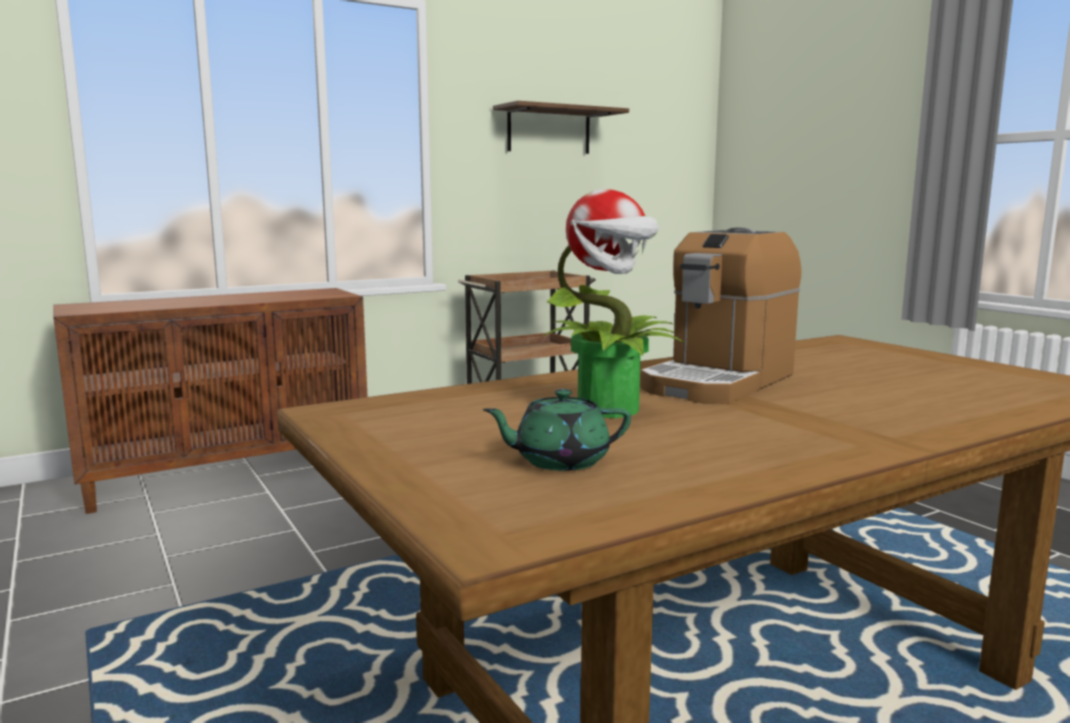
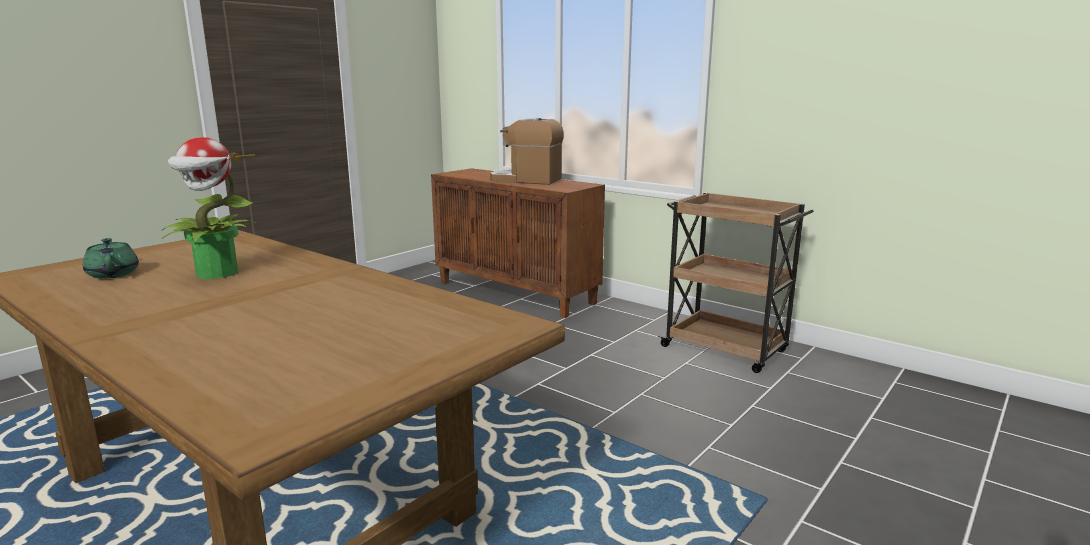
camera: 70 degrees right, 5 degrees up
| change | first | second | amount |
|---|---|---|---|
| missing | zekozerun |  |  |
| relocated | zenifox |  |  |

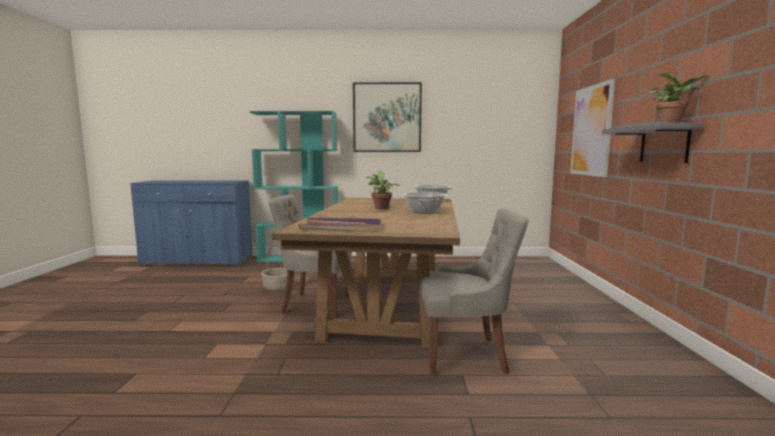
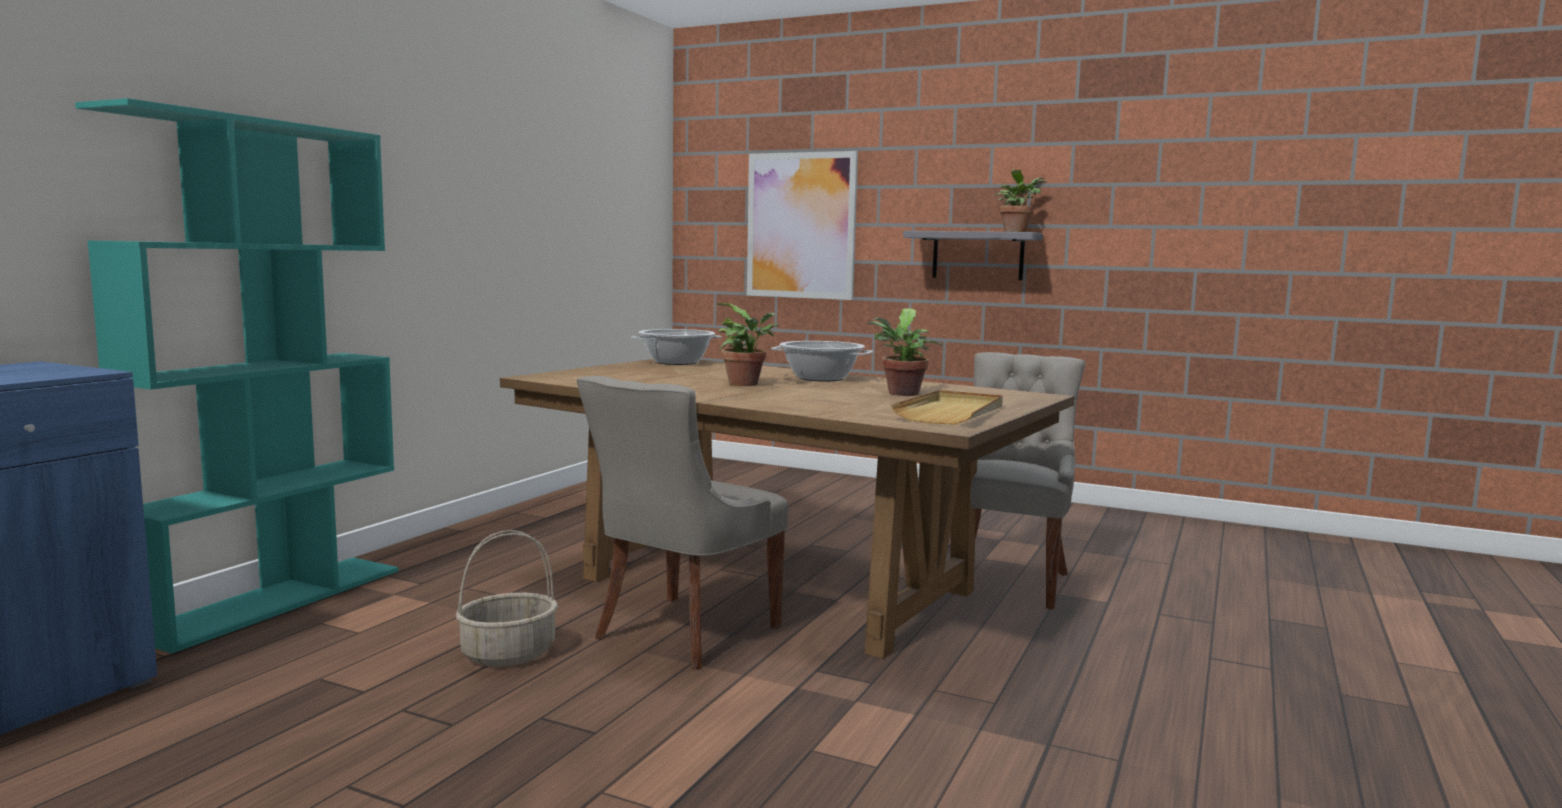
camera: 65 degrees left, 0 degrees up
| change | first | second | amount |
|---|---|---|---|
| missing | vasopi (no. 1 from left) |  |  |
| colour | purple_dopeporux | beige_dopeporux |  |
| appeared |  | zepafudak (no. 2 from left) |  |

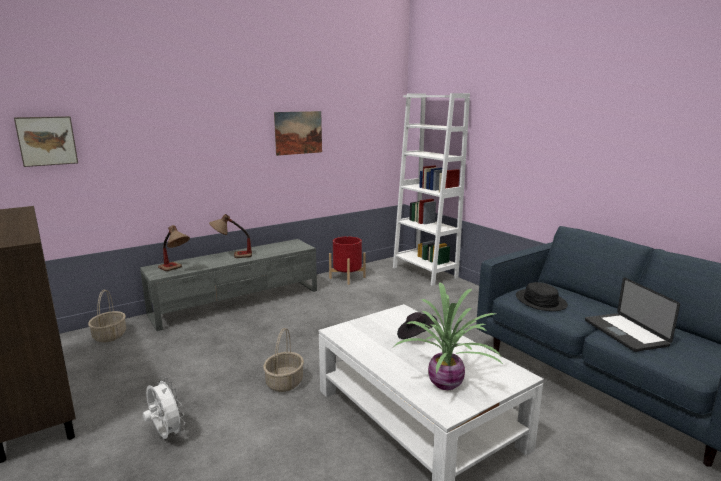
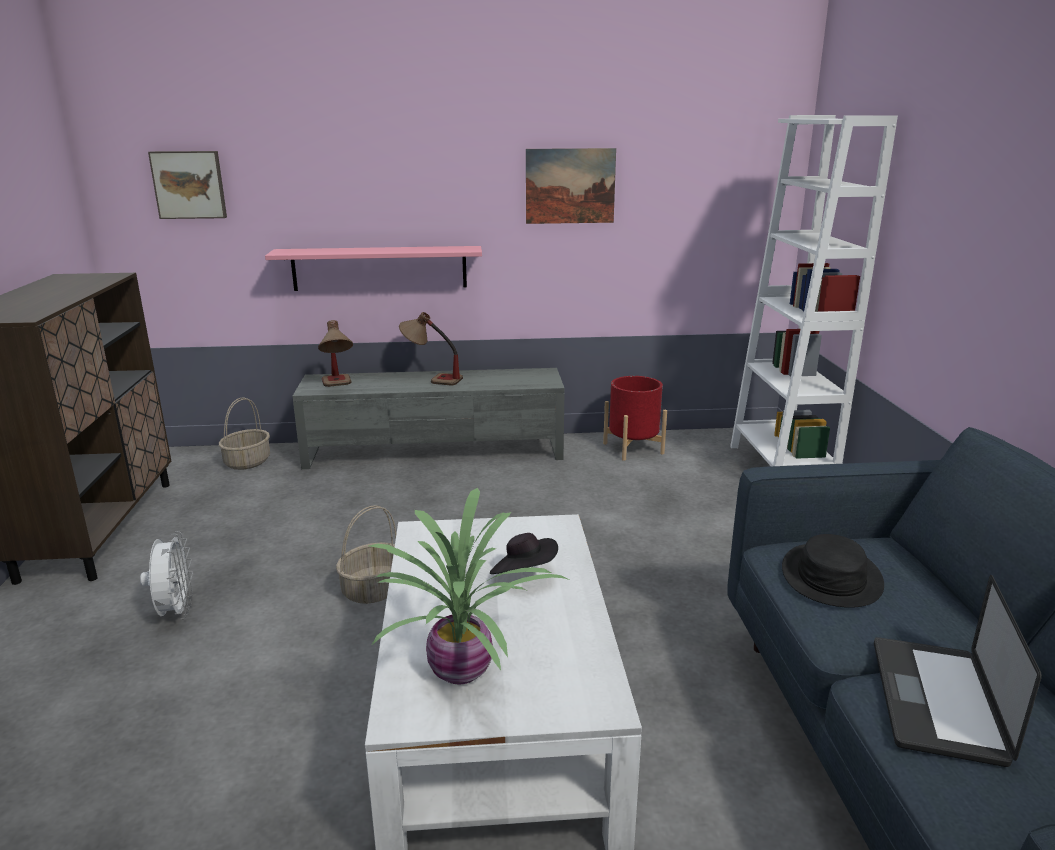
camera: 30 degrees right, 5 degrees up
| change | first | second | amount |
|---|---|---|---|
| appeared |  | pink_zekozerun |  |

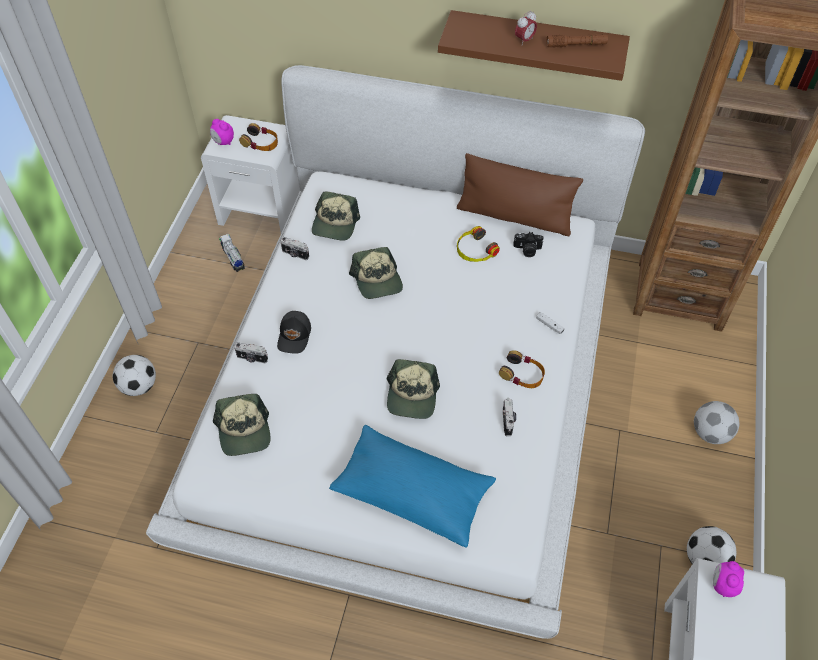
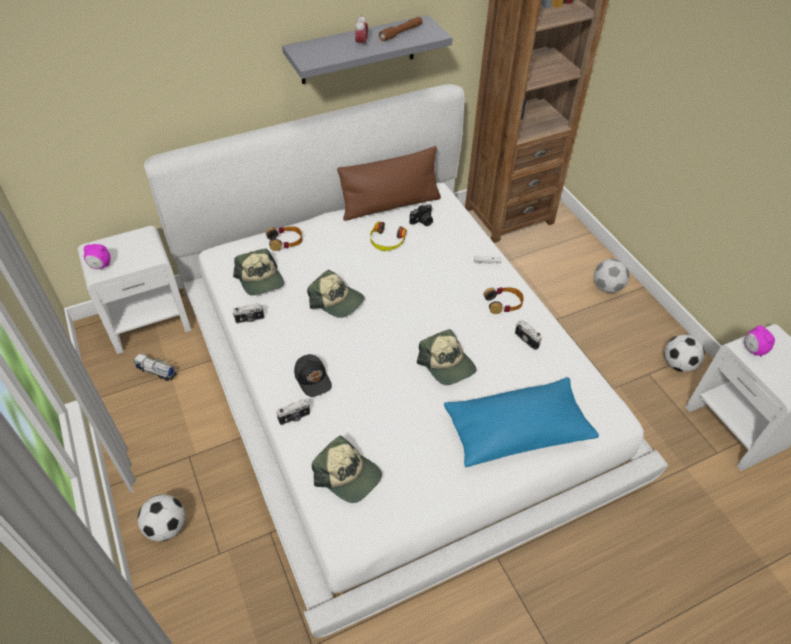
camera: 40 degrees left, 5 degrees down
| change | first | second | amount |
|---|---|---|---|
| colour | brown_zekozerun | grey_zekozerun |  |
| relocated | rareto (no. 1 from left) |  |  |

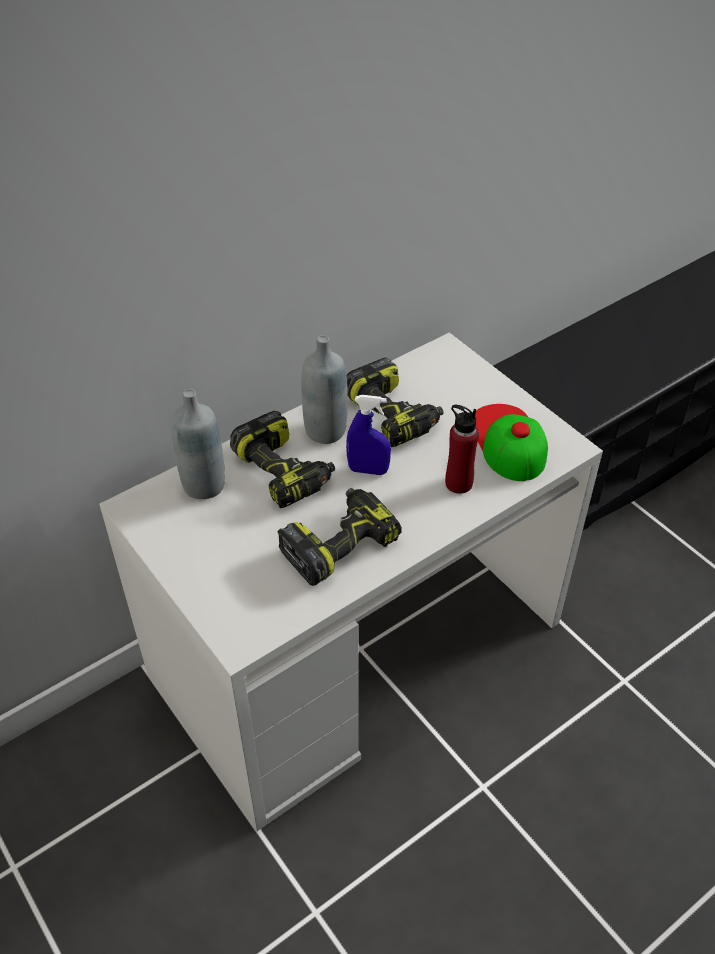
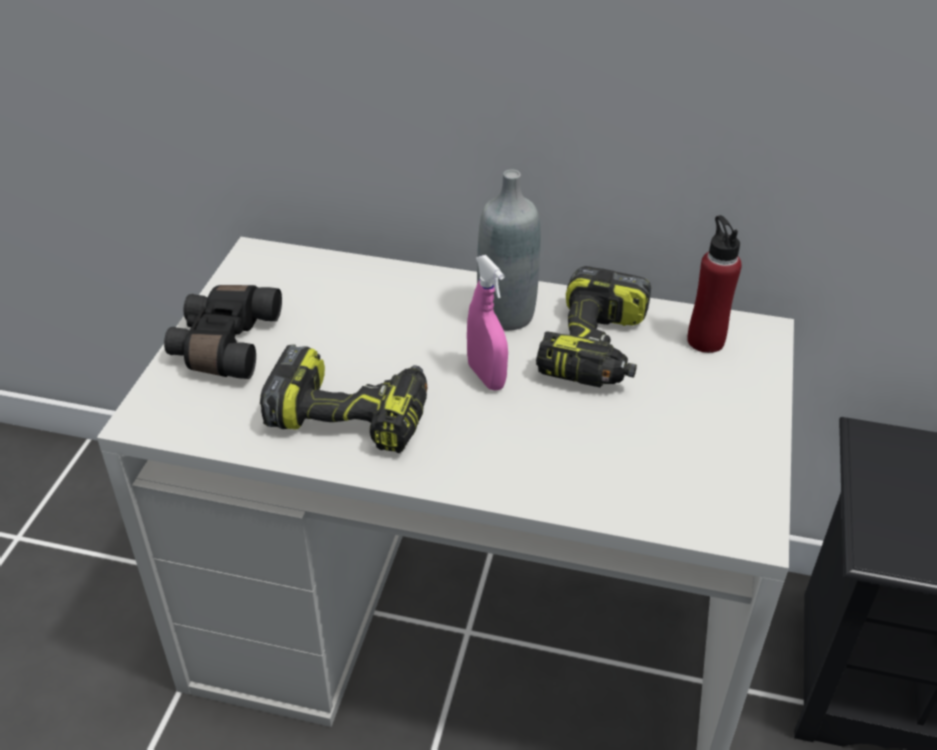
camera: 50 degrees right, 5 degrees down
| change | first | second | amount |
|---|---|---|---|
| missing | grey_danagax (no. 1 from left) |  |  |
| colour | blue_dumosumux | pink_dumosumux |  |
| missing | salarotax |  |  |
| relocated | red_danagax |  |  |
| missing | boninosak (no. 1 from left) |  |  |
| appeared |  | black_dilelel |  |

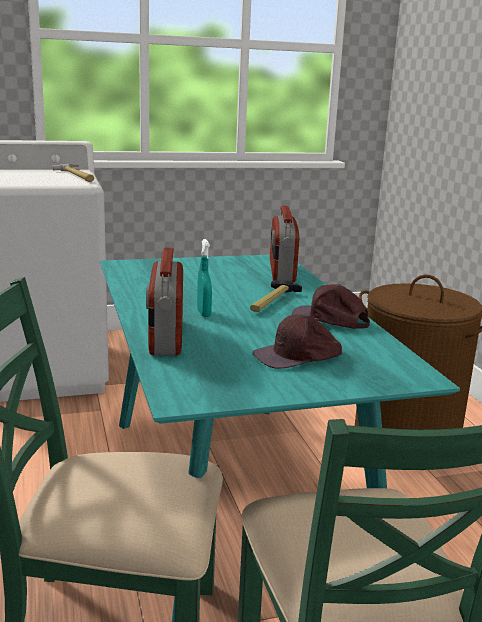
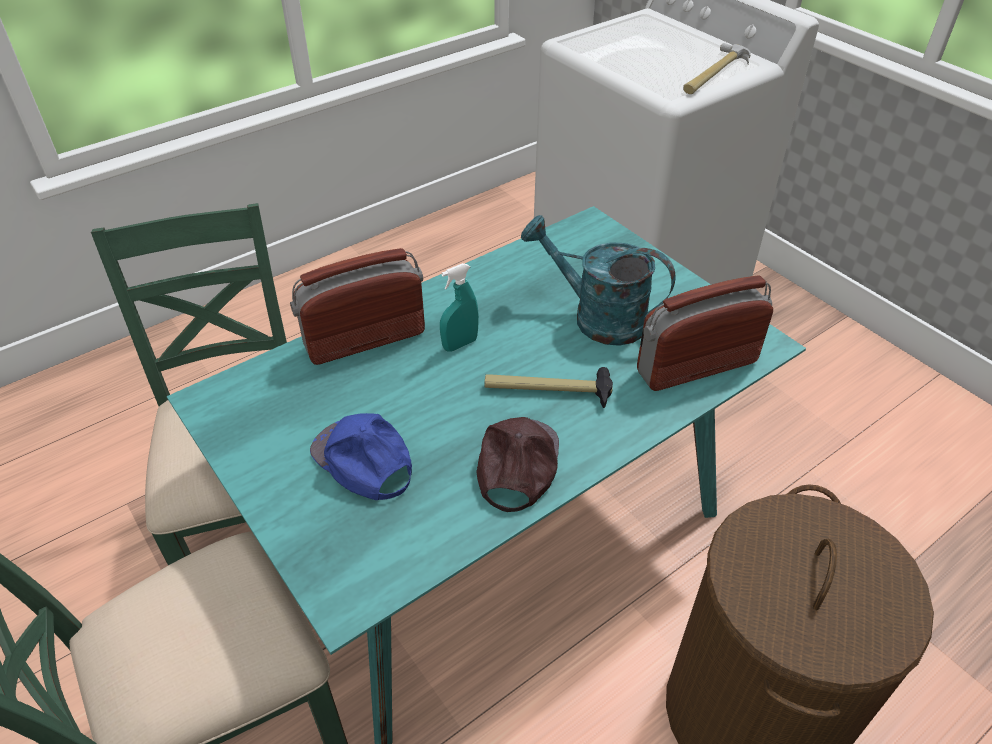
camera: 70 degrees right, 25 degrees up
| change | first | second | amount |
|---|---|---|---|
| colour | brown_salarotax (no. 1 from left) | blue_salarotax |  |
| appeared |  | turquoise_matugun |  |

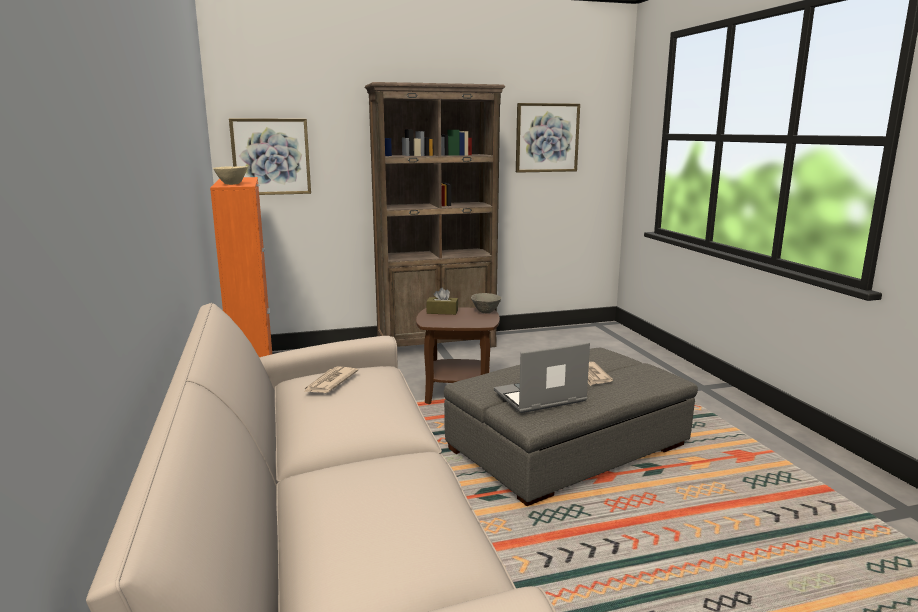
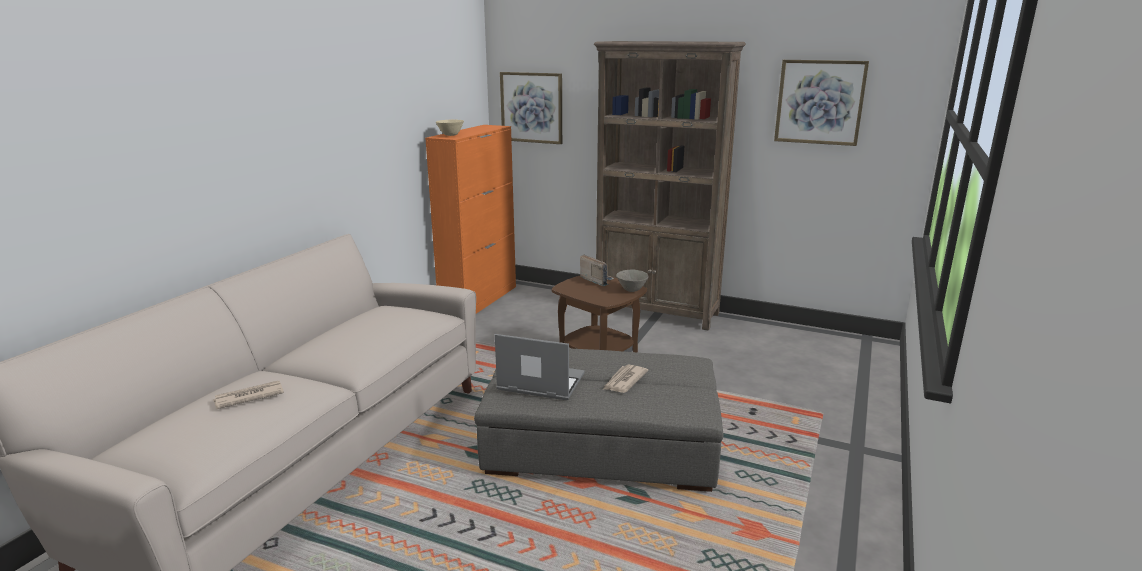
camera: 40 degrees right, 5 degrees up
| change | first | second | amount |
|---|---|---|---|
| exchanged | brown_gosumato | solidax |  |
| relocated | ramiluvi (no. 1 from left) |  |  |

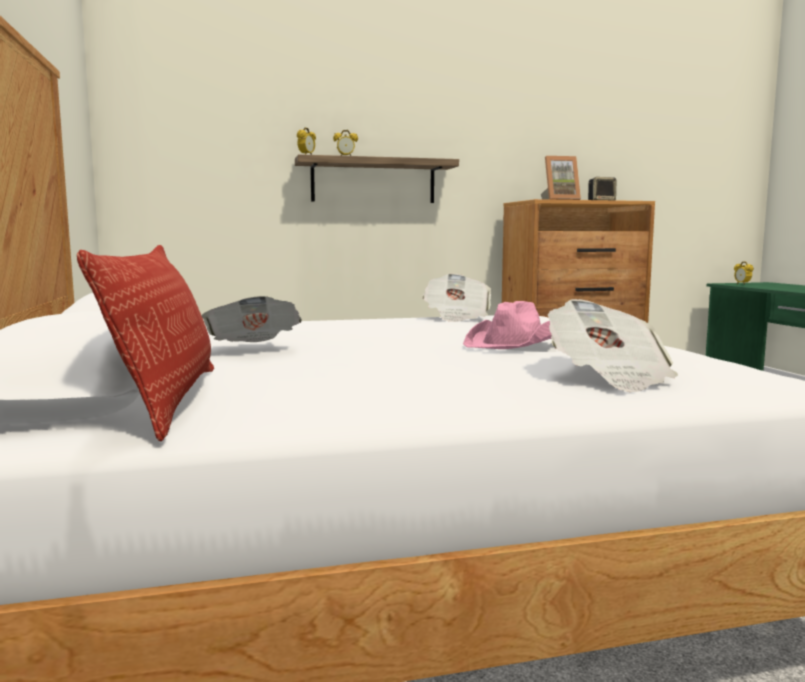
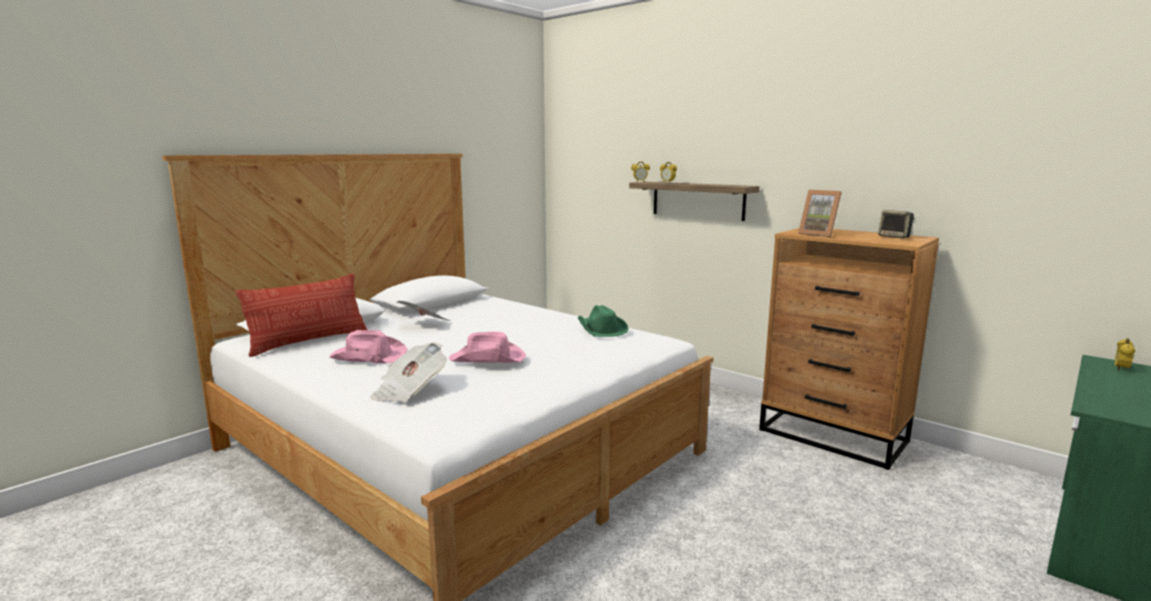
camera: 55 degrees right, 5 degrees up
| change | first | second | amount |
|---|---|---|---|
| exchanged | ramiluvi (no. 2 from left) | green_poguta |  |
| appeared |  | pink_poguta (no. 1 from left) |  |

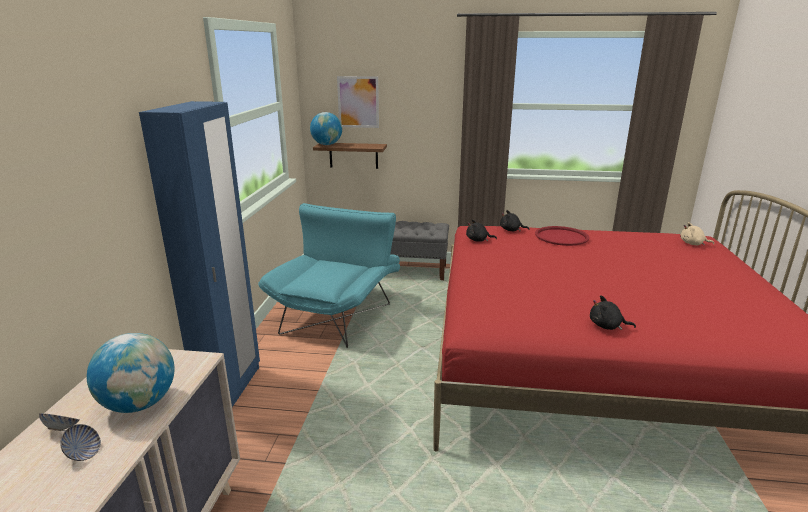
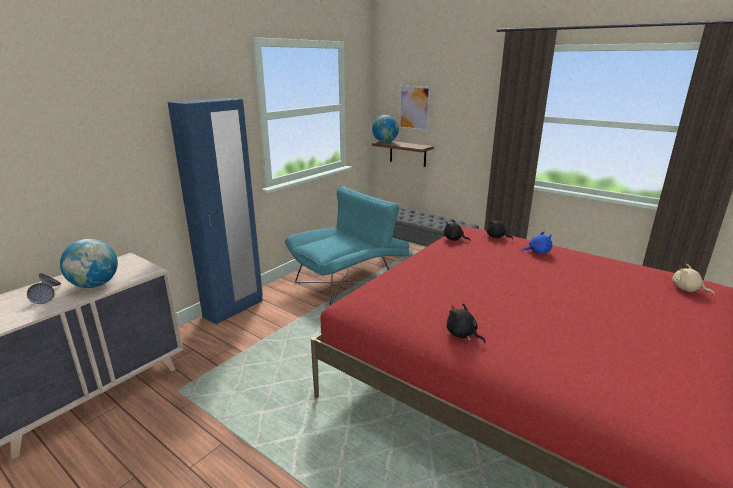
camera: 30 degrees right, 0 degrees up
| change | first | second | amount |
|---|---|---|---|
| exchanged | red_dopeporux | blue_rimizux |  |

